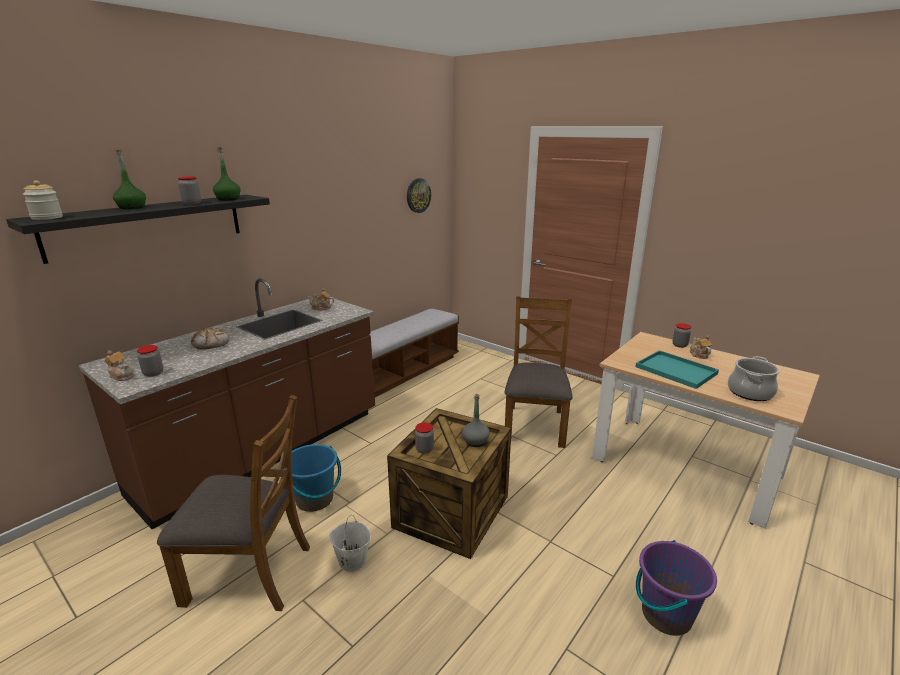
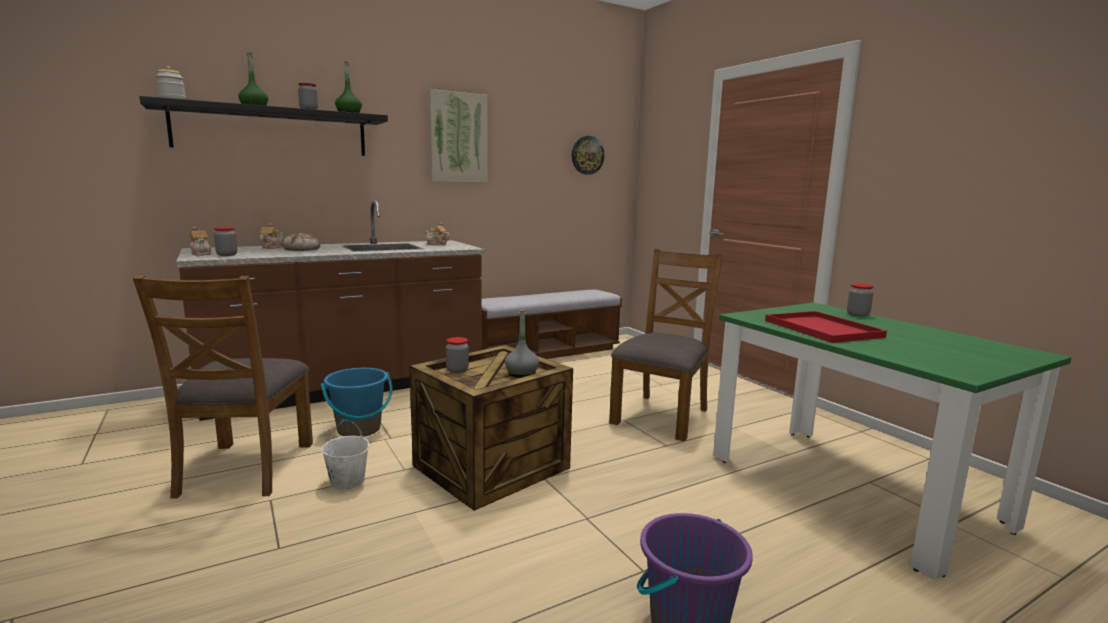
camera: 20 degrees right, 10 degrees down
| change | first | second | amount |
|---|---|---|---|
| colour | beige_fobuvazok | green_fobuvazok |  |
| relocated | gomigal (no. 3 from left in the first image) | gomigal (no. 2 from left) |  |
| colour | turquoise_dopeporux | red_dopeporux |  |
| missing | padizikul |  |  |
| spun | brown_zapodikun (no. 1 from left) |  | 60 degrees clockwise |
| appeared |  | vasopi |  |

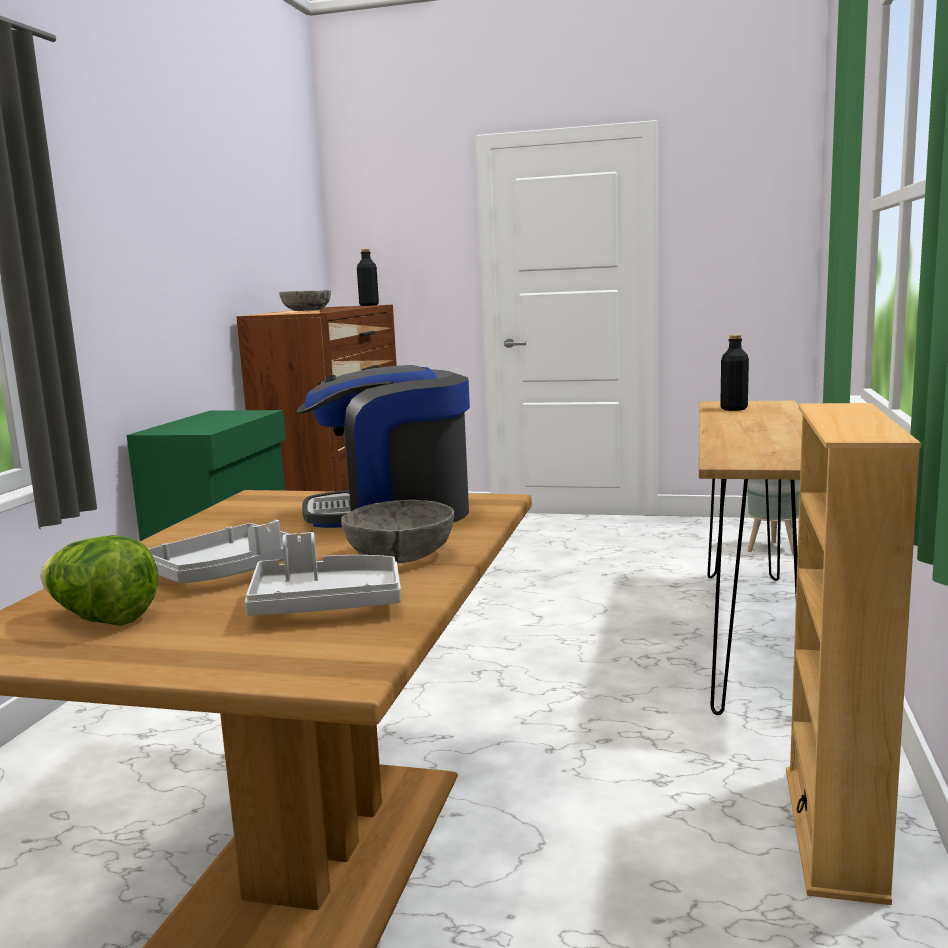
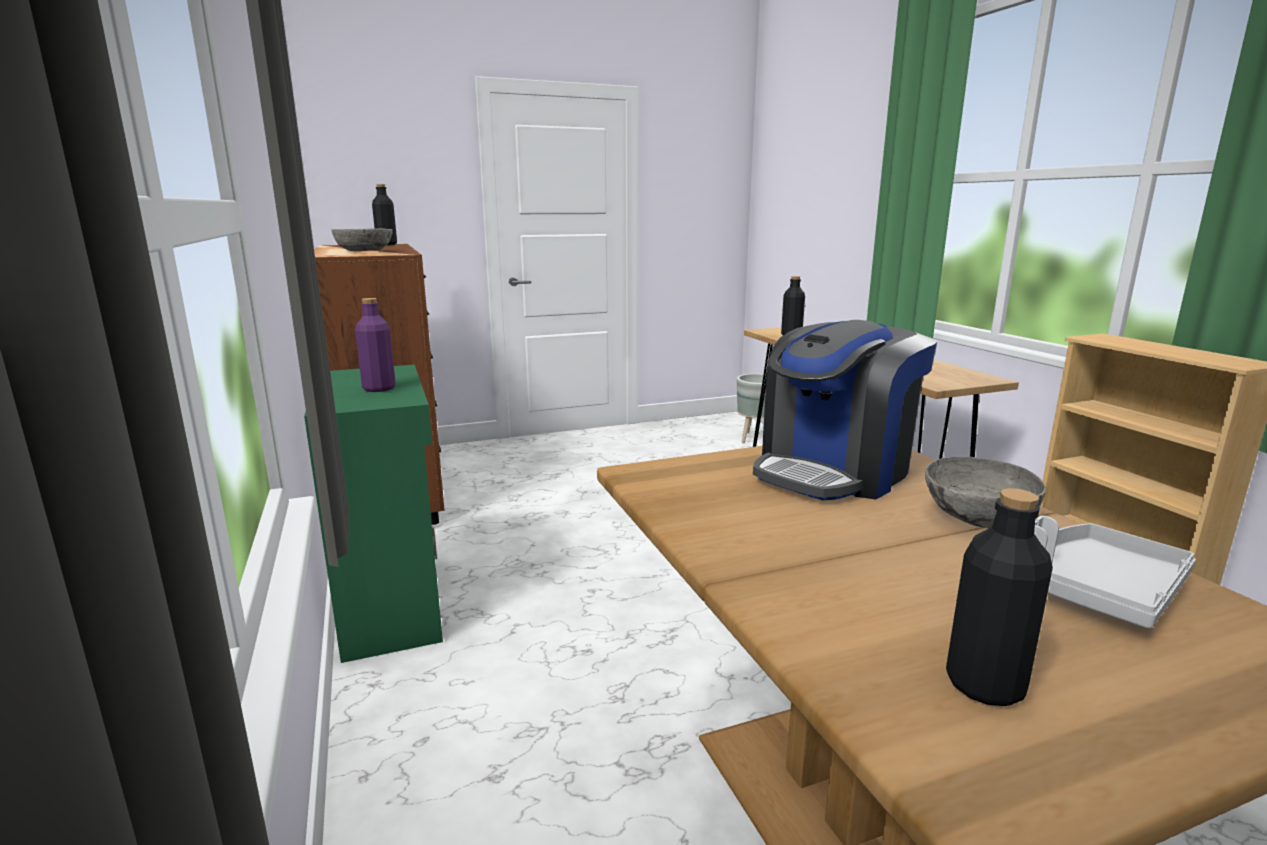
camera: 35 degrees left, 5 degrees up
| change | first | second | amount |
|---|---|---|---|
| missing | grey_dopeporux (no. 1 from left) |  |  |
| exchanged | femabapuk | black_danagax (no. 3 from left) |  |
| appeared |  | purple_danagax |  |

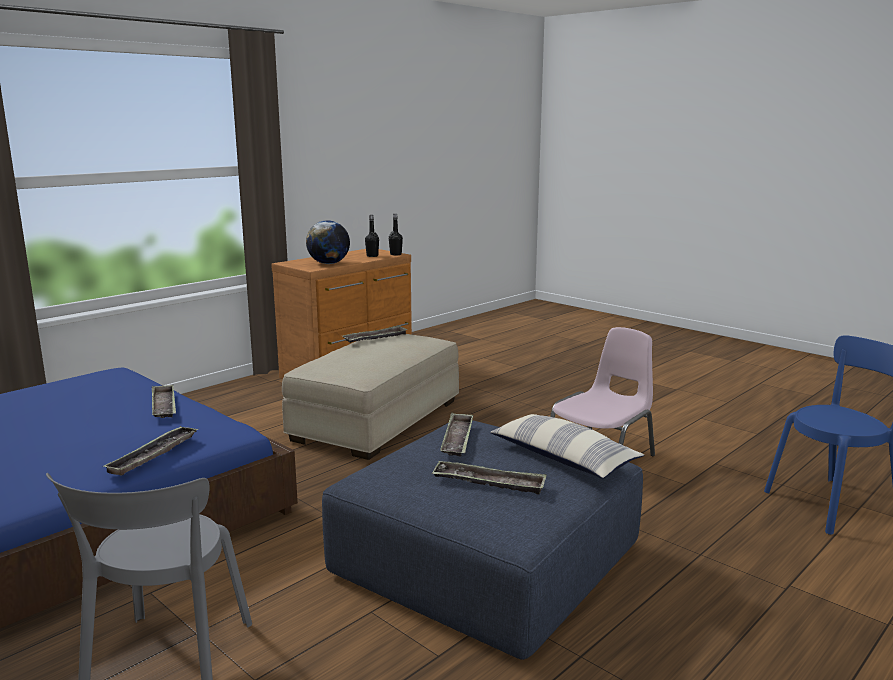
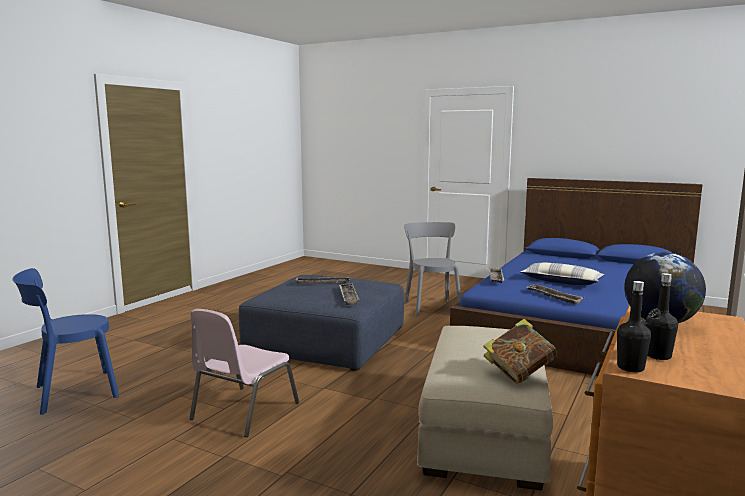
camera: 165 degrees right, 5 degrees down
| change | first | second | amount |
|---|---|---|---|
| exchanged | dopeporux (no. 3 from left) | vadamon |  |
| relocated | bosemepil |  |  |

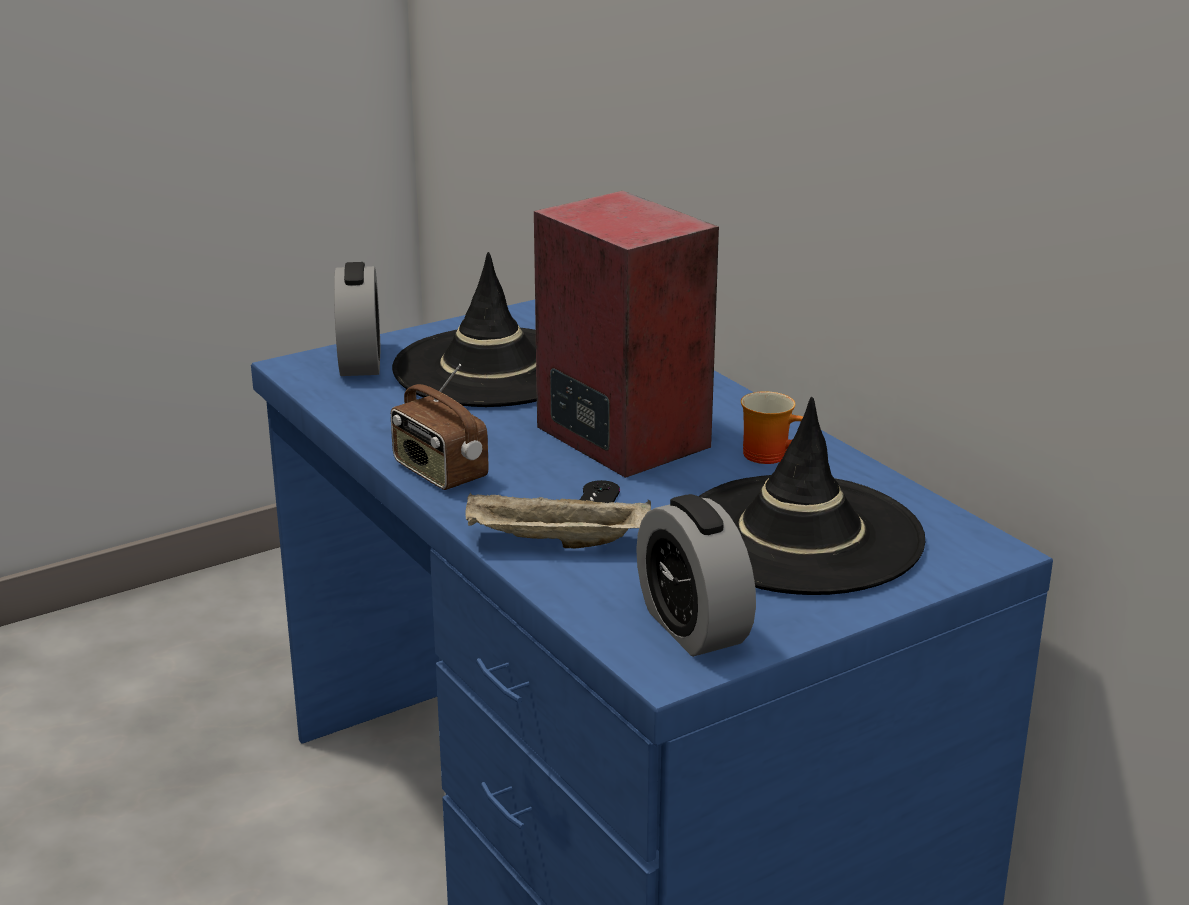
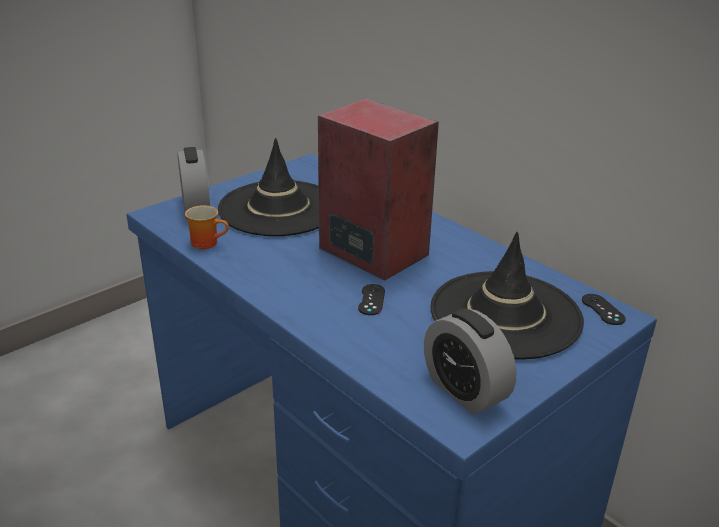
camera: 10 degrees left, 5 degrees up
| change | first | second | amount |
|---|---|---|---|
| missing | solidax |  |  |
| relocated | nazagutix |  |  |
| missing | beige_dopeporux |  |  |
| appeared |  | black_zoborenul (no. 2 from left) |  |

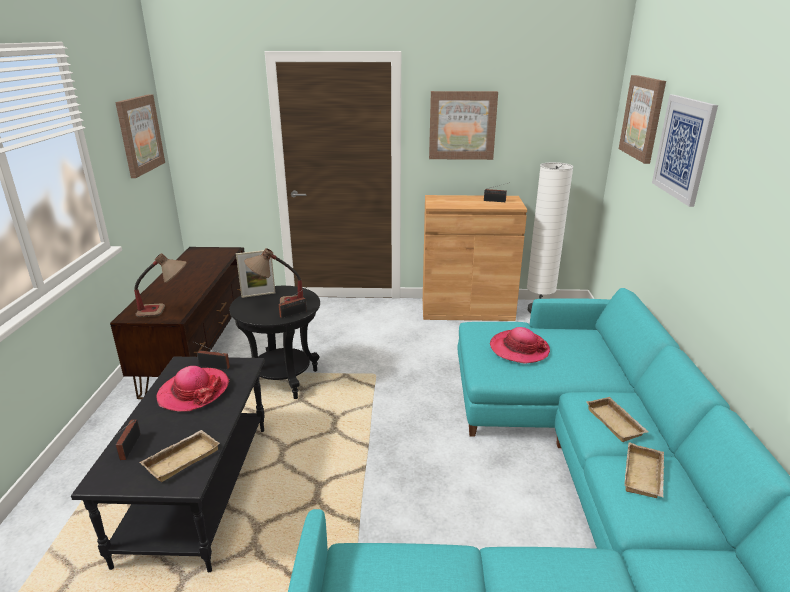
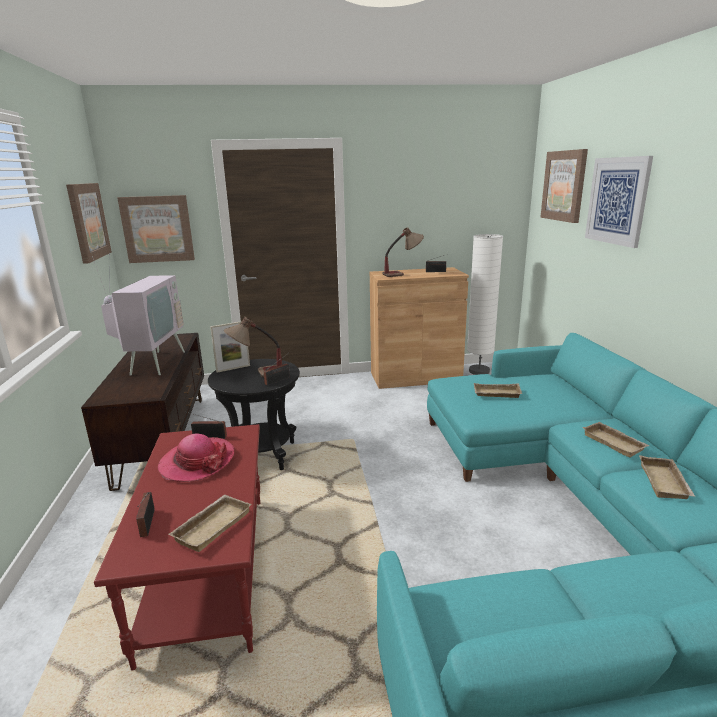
camera: 10 degrees left, 5 degrees down
| change | first | second | amount |
|---|---|---|---|
| relocated | vasopi (no. 2 from left) |  |  |
| relocated | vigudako (no. 1 from left in the first image) | vigudako (no. 2 from left) |  |
| exchanged | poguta (no. 2 from left) | beige_dopeporux (no. 2 from left) |  |
| colour | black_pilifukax | red_pilifukax |  |
| appeared |  | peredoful |  |

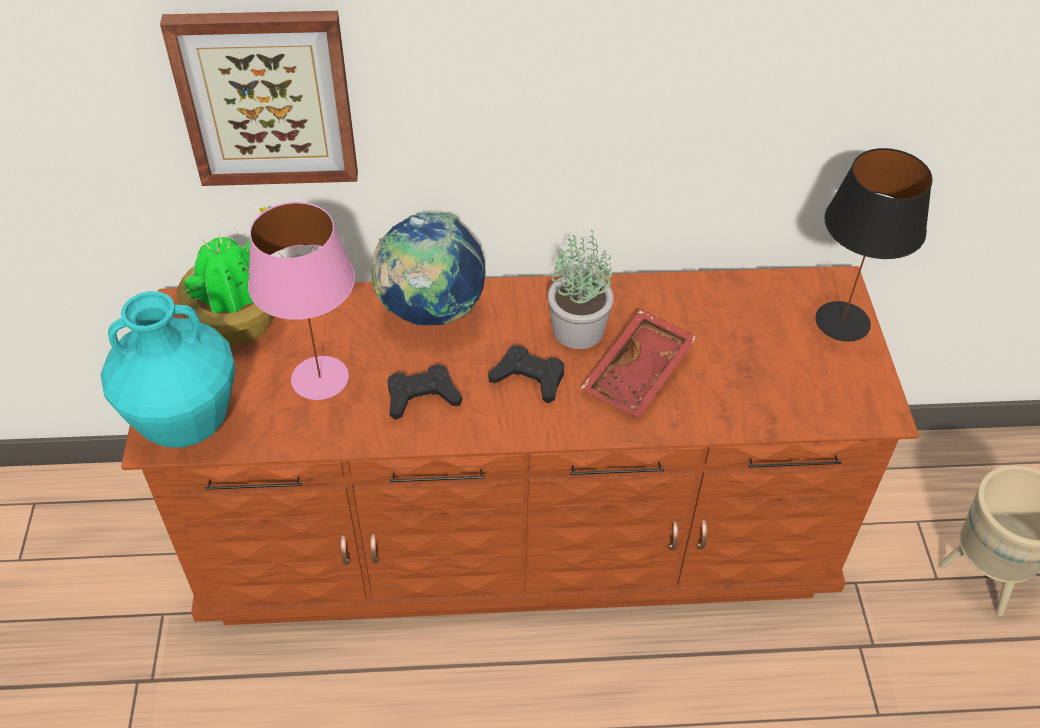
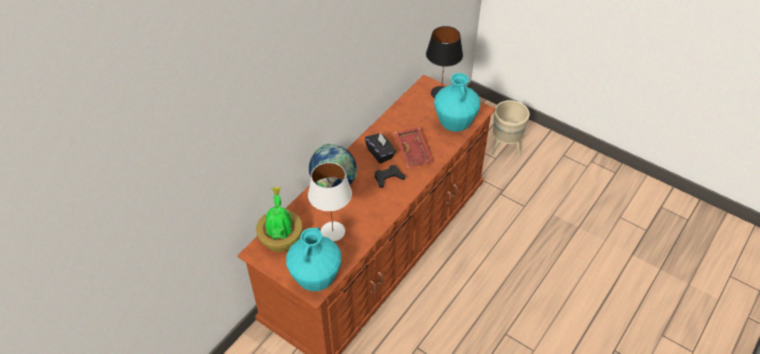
camera: 50 degrees left, 0 degrees up
| change | first | second | amount |
|---|---|---|---|
| missing | vasopi |  |  |
| colour | pink_vigudako | white_vigudako |  |
| exchanged | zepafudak (no. 2 from left) | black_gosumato |  |
| missing | black_zoborenul (no. 1 from left) |  |  |
| appeared |  | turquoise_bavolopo (no. 2 from left) |  |

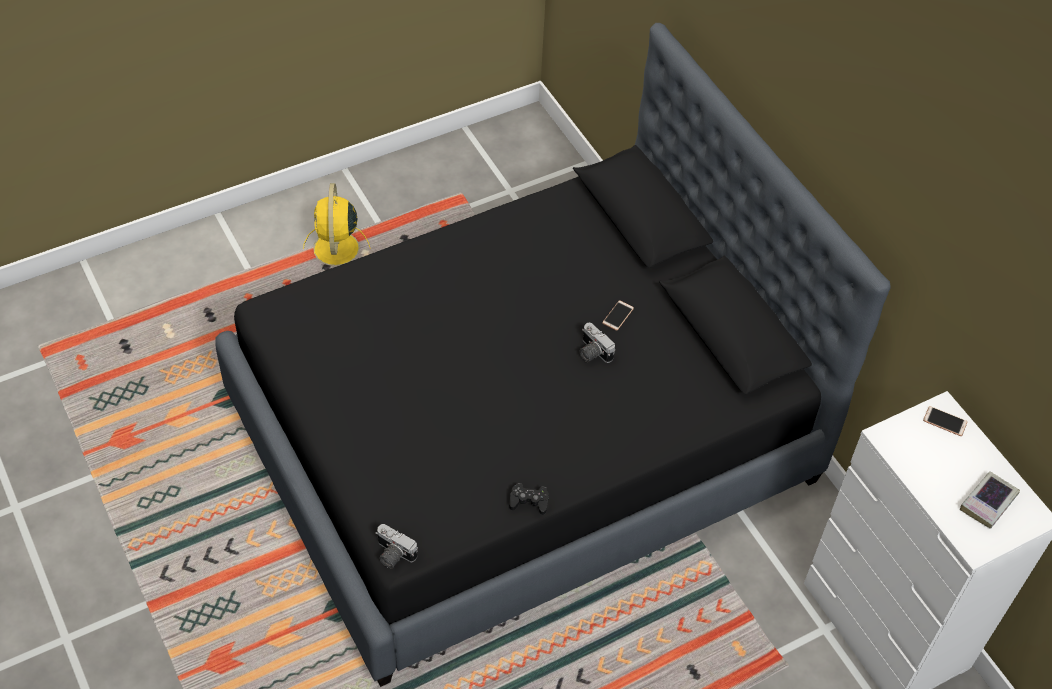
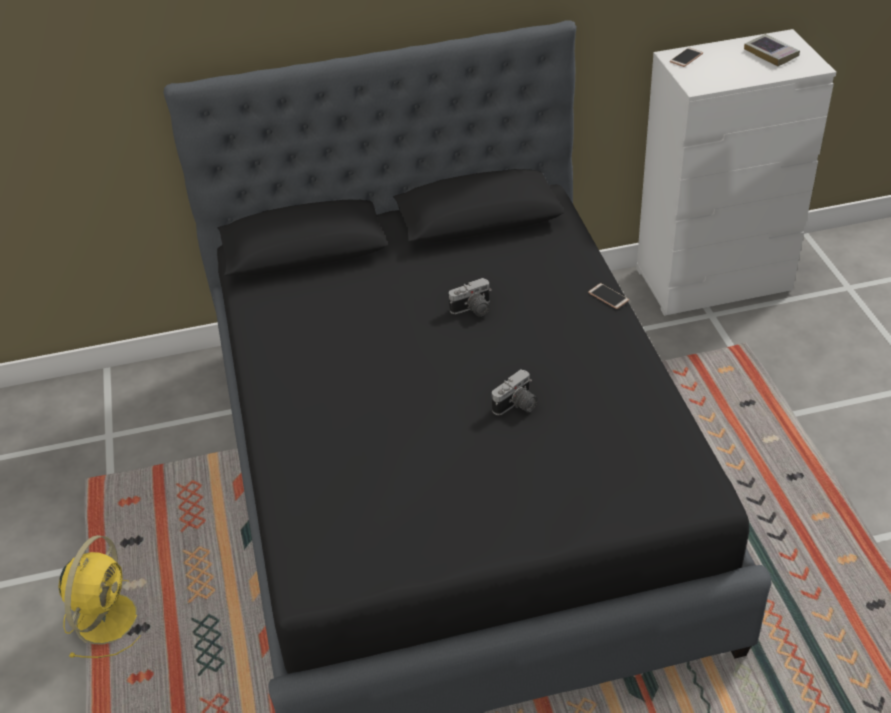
camera: 70 degrees left, 10 degrees down
| change | first | second | amount |
|---|---|---|---|
| spun | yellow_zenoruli |  | 90 degrees counterclockwise |
| relocated | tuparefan (no. 1 from left) |  |  |
| missing | black_zoborenul |  |  |
| relocated | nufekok (no. 1 from left in the first image) | nufekok (no. 2 from left) |  |

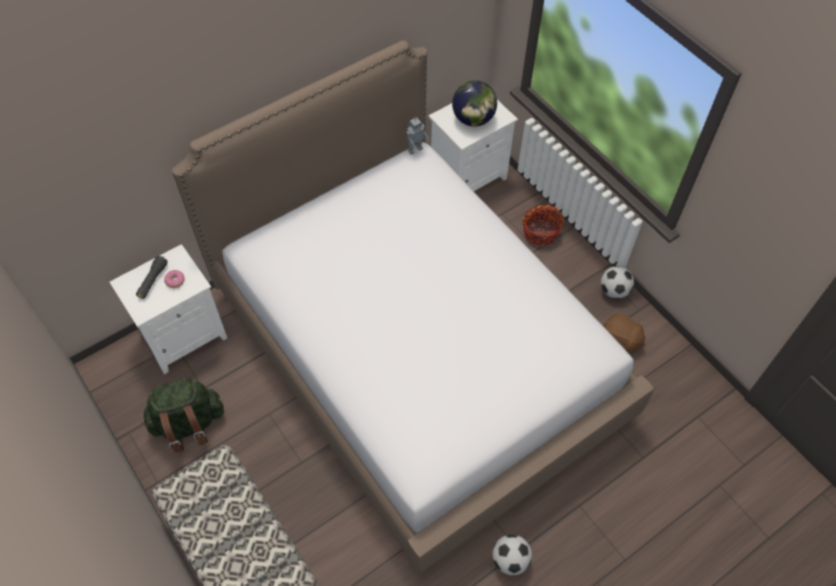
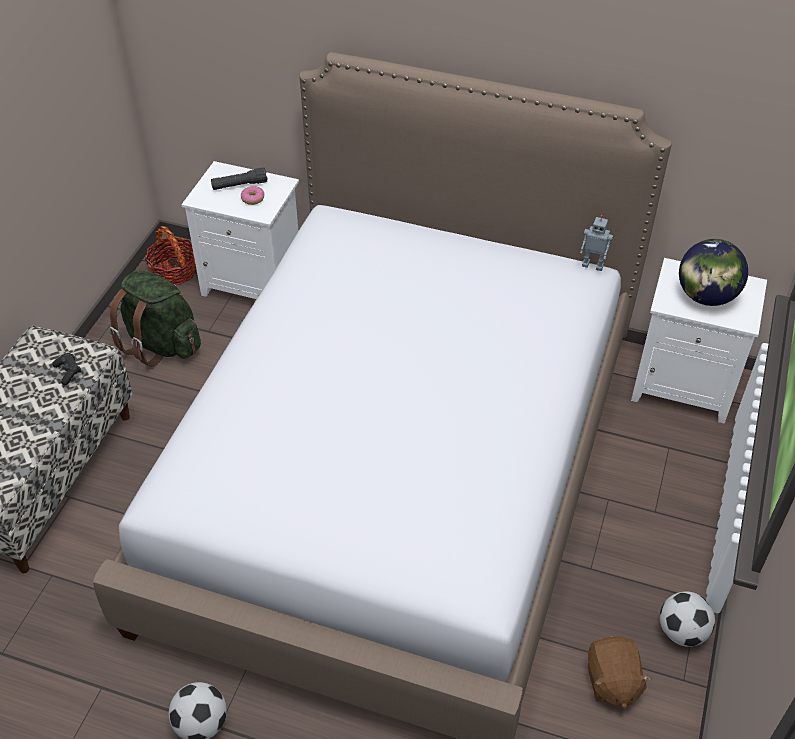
camera: 55 degrees right, 10 degrees down
| change | first | second | amount |
|---|---|---|---|
| relocated | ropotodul |  |  |
| appeared |  | black_zoborenul |  |

